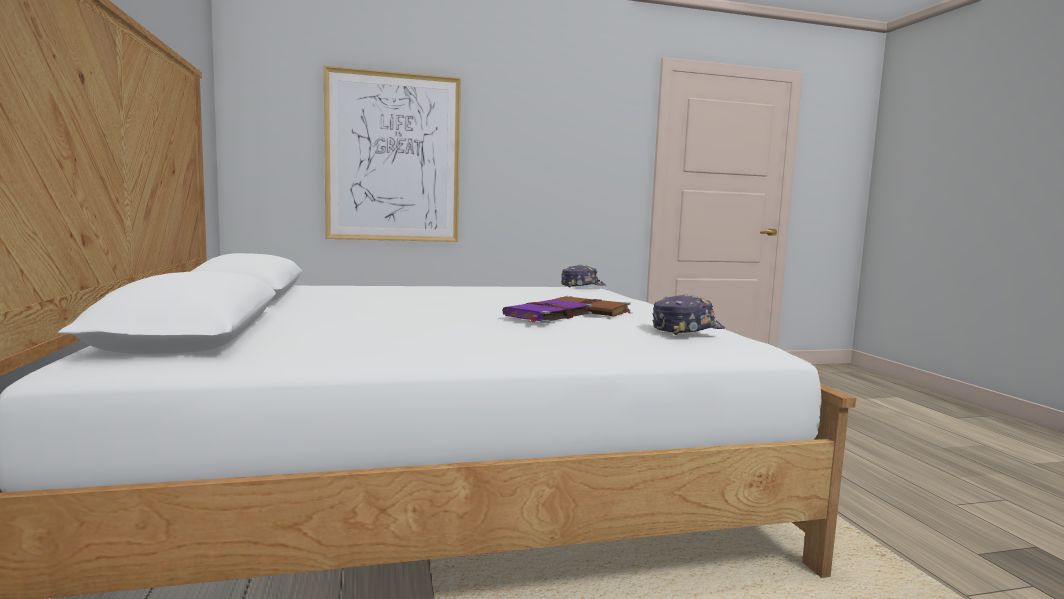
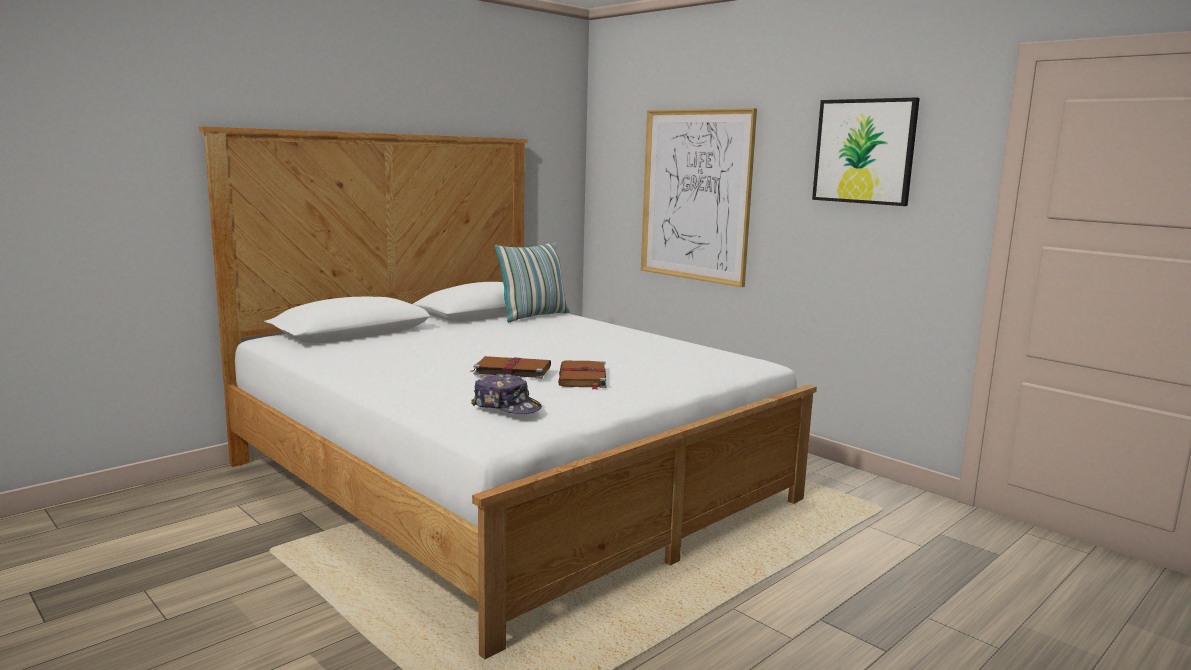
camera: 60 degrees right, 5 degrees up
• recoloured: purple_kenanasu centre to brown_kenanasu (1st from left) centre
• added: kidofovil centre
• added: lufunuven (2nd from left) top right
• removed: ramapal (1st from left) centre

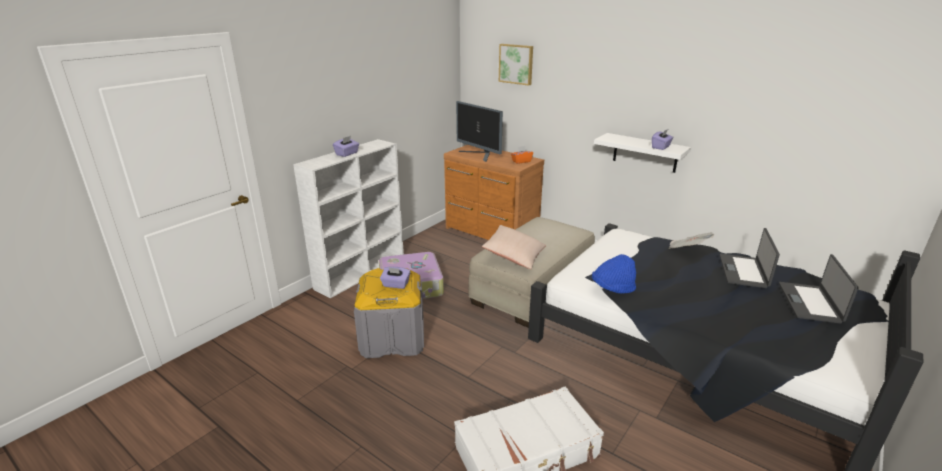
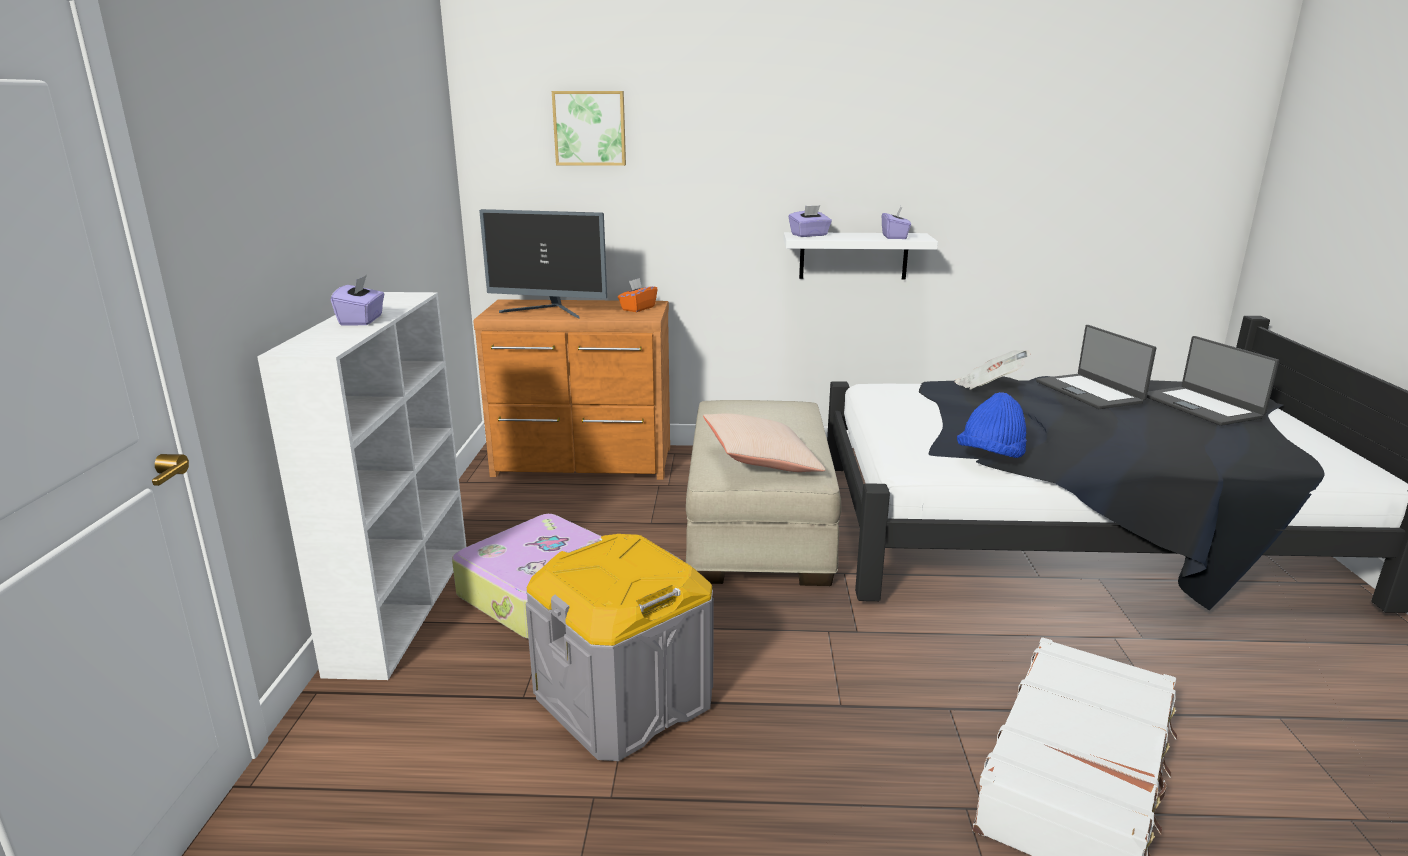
camera: 35 degrees left, 5 degrees down
• moved: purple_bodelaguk (2nd from left) centre to top centre

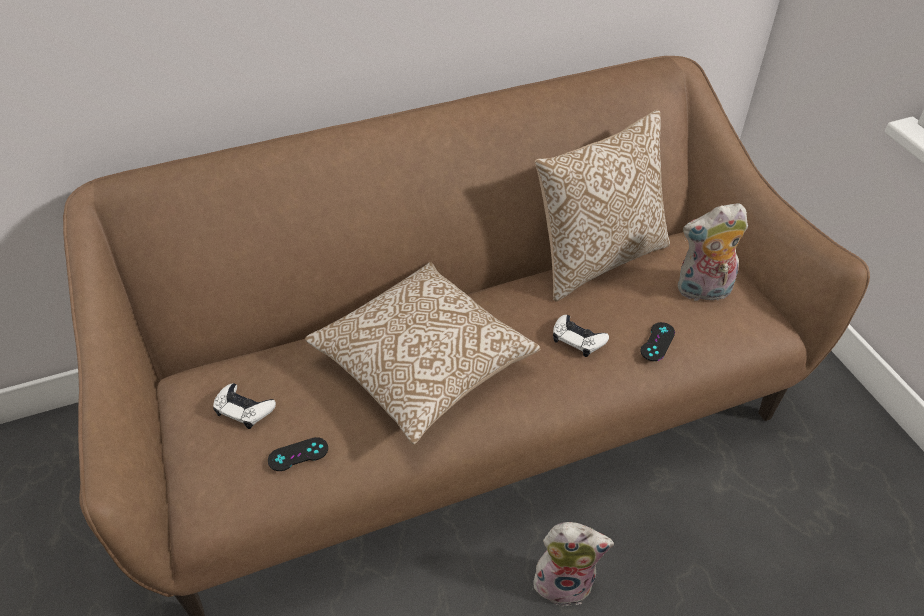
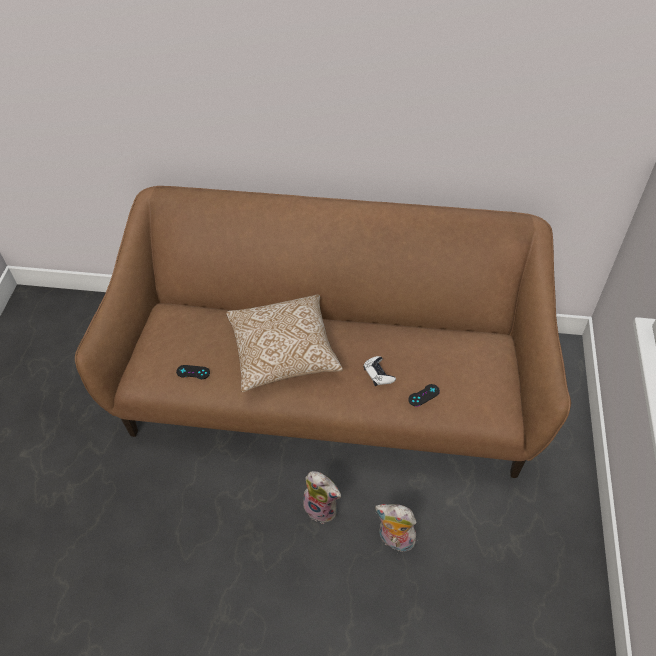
camera: 30 degrees right, 5 degrees up
• moved: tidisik (2nd from left) middle right to bottom centre
• removed: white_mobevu (1st from left) middle left
• removed: kidofovil (2nd from left) centre

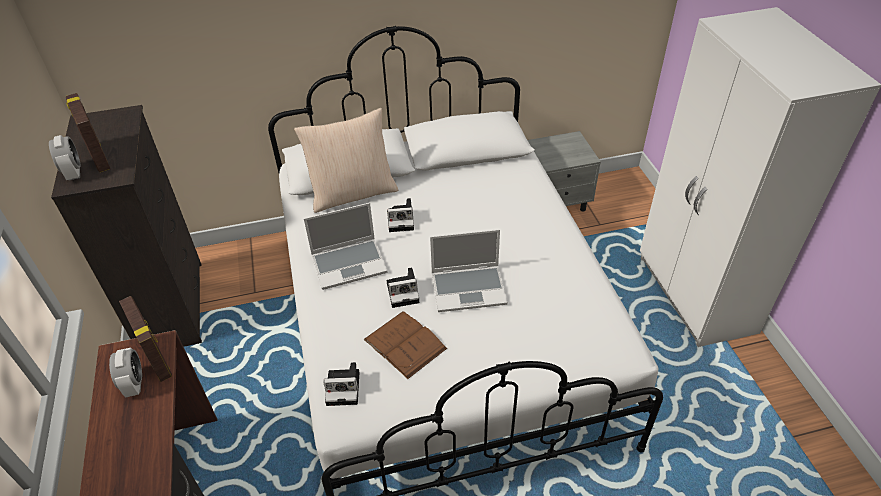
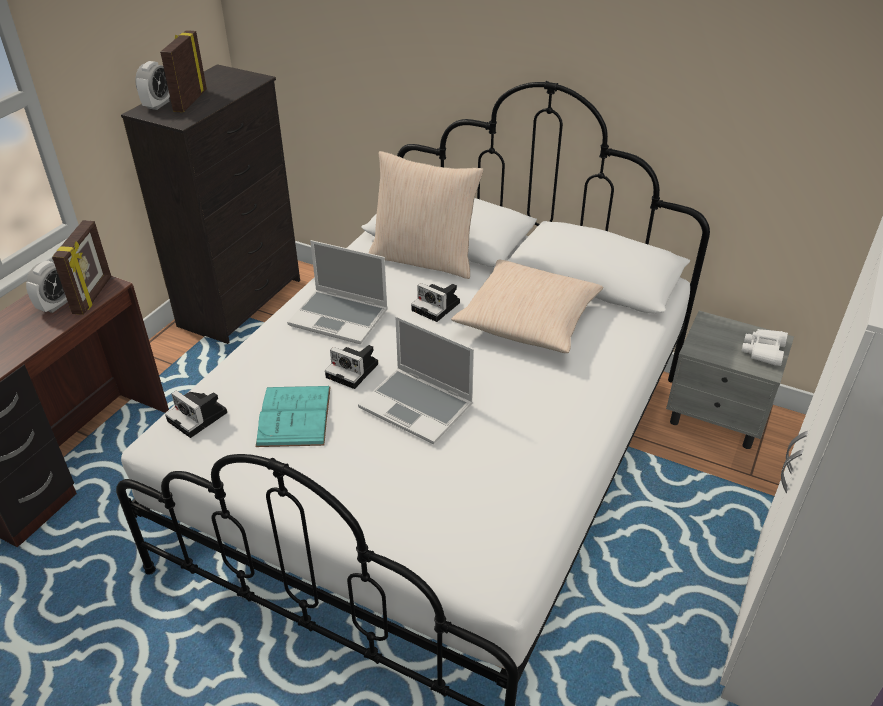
camera: 40 degrees right, 5 degrees down
• recoloured: brown_kenanasu bottom centre to turquoise_kenanasu middle left
• added: beige_kidofovil (2nd from left) centre
• added: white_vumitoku middle right

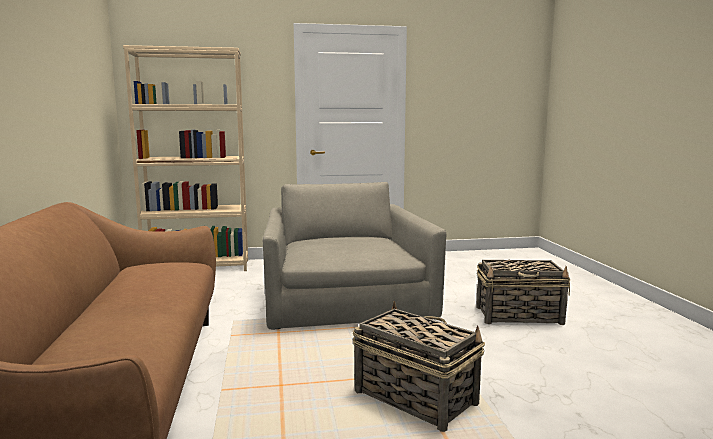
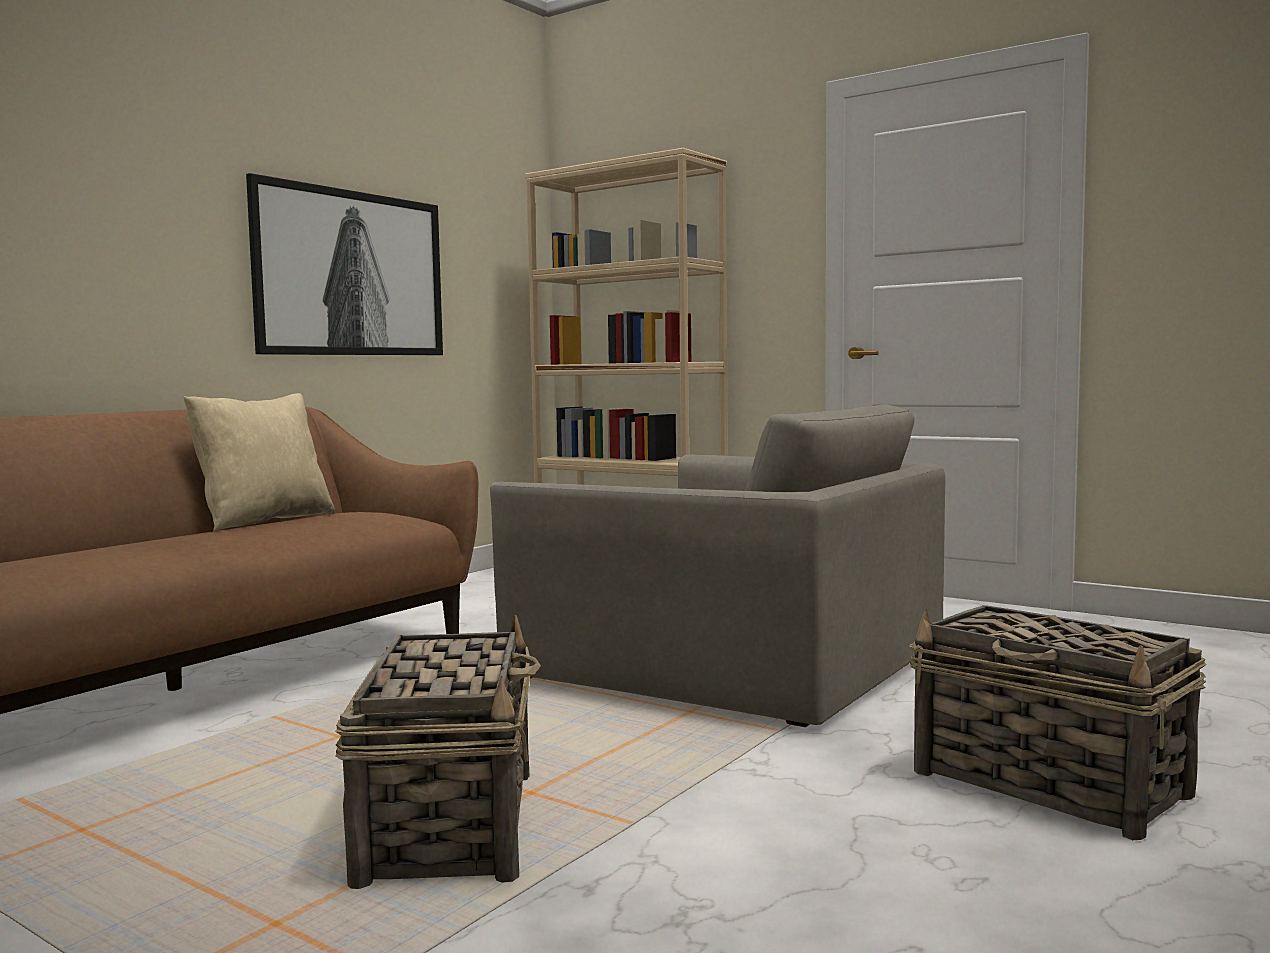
camera: 45 degrees right, 5 degrees down
• added: beige_kidofovil middle left
• added: lufunuven top left
• turned: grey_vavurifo centre = centre 90 degrees clockwise

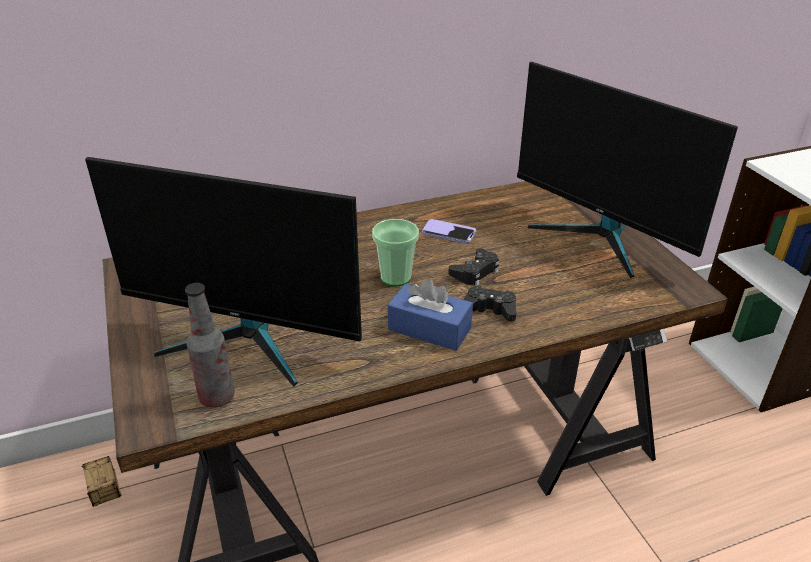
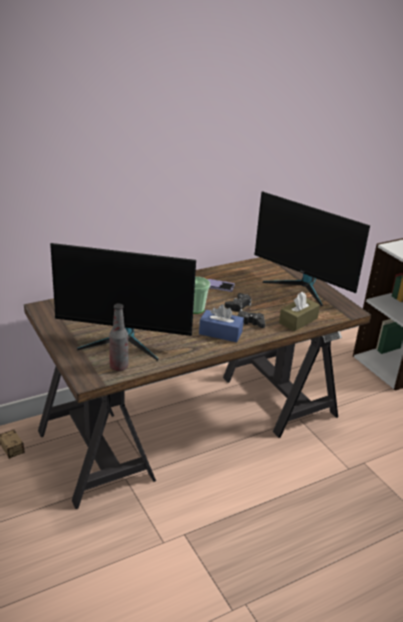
camera: 10 degrees left, 5 degrees down
• added: brown_bodelaguk middle right

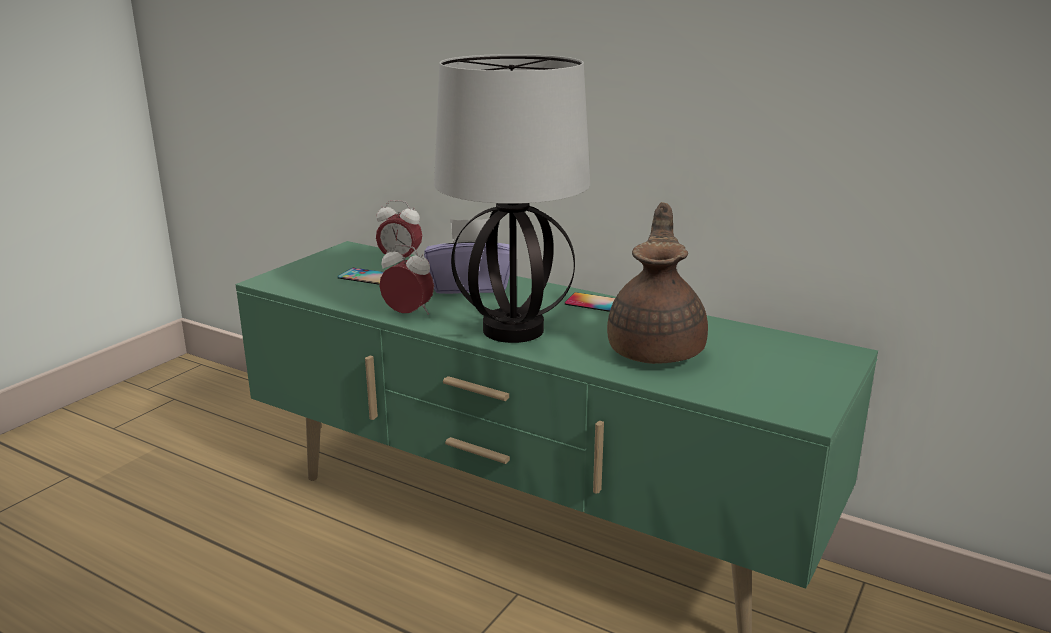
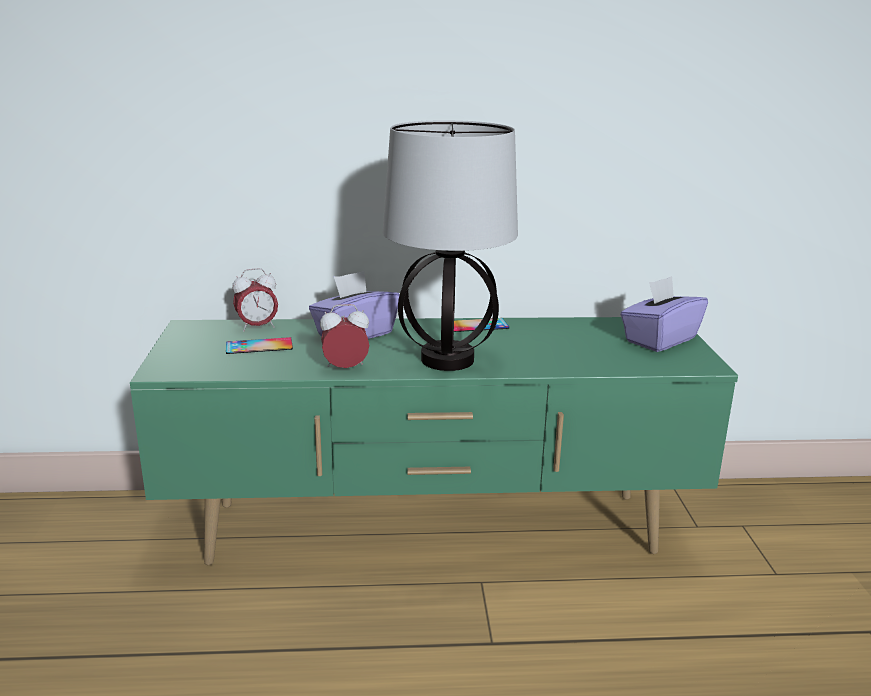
camera: 35 degrees left, 0 degrees up
• added: purple_bodelaguk (2nd from left) middle right
• removed: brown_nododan centre

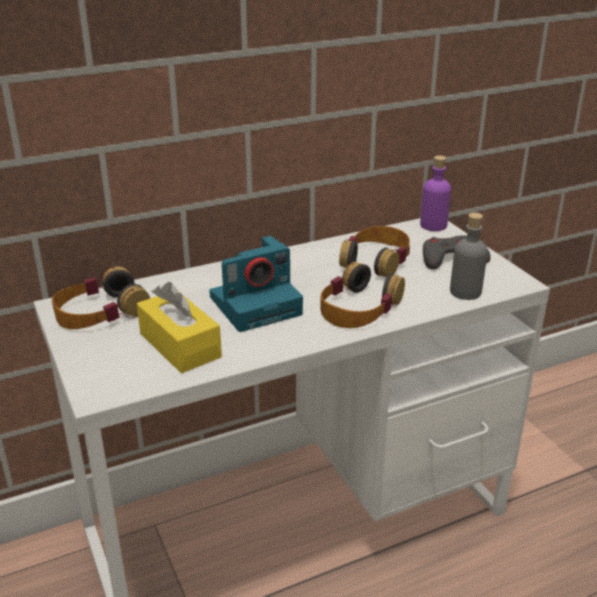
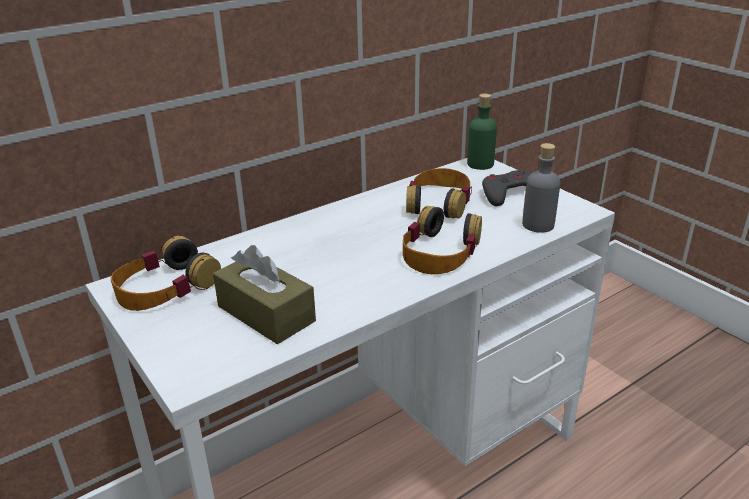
camera: 10 degrees left, 0 degrees up
• recoloured: yellow_bodelaguk middle left to brown_bodelaguk centre
• recoloured: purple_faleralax top right to green_faleralax top centre
• removed: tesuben centre

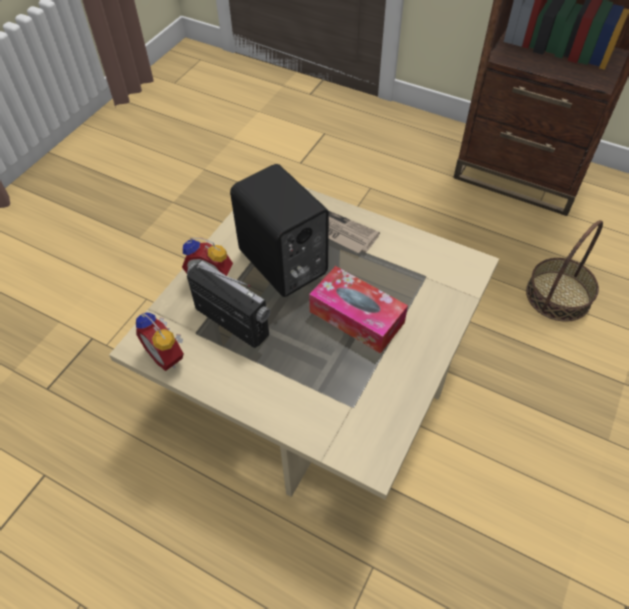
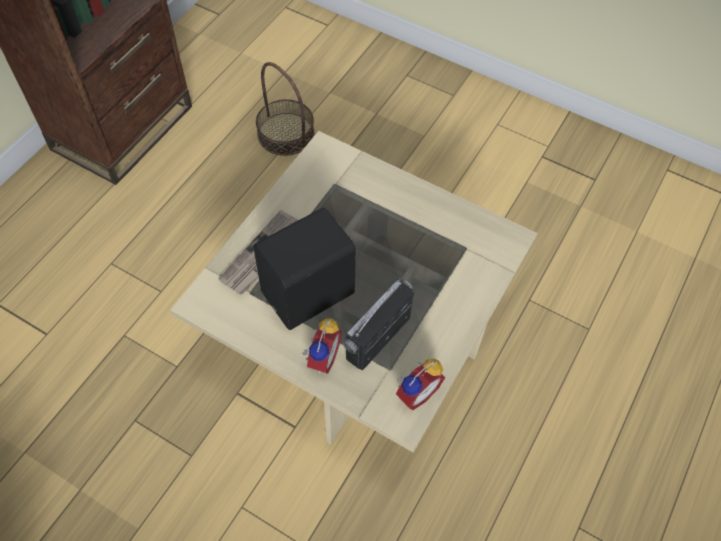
camera: 90 degrees left, 5 degrees up
• removed: bodelaguk centre

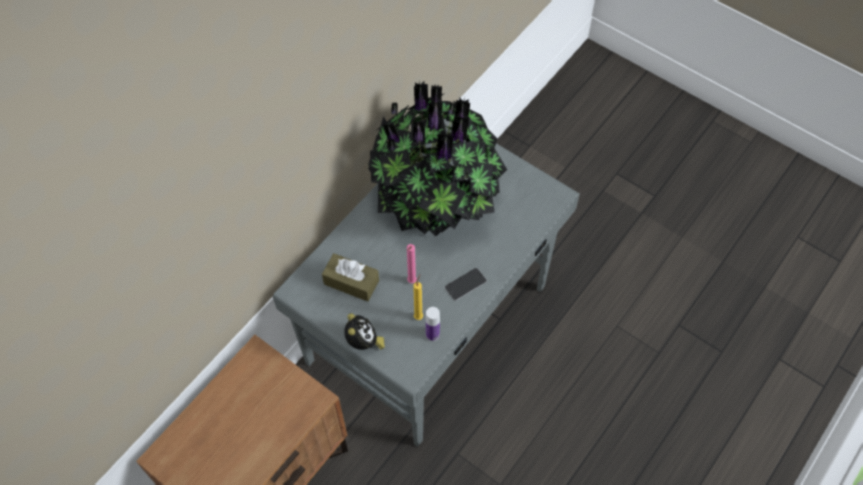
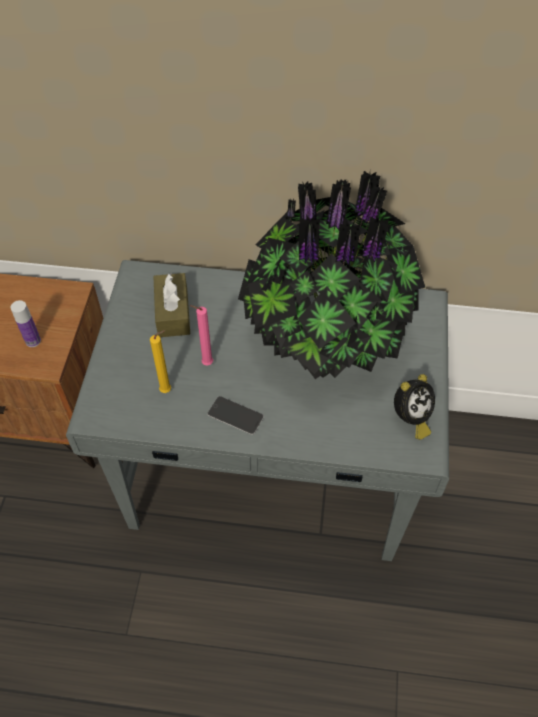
camera: 60 degrees right, 5 degrees down
• moved: faleralax bottom centre to middle left
• moved: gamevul bottom centre to middle right

